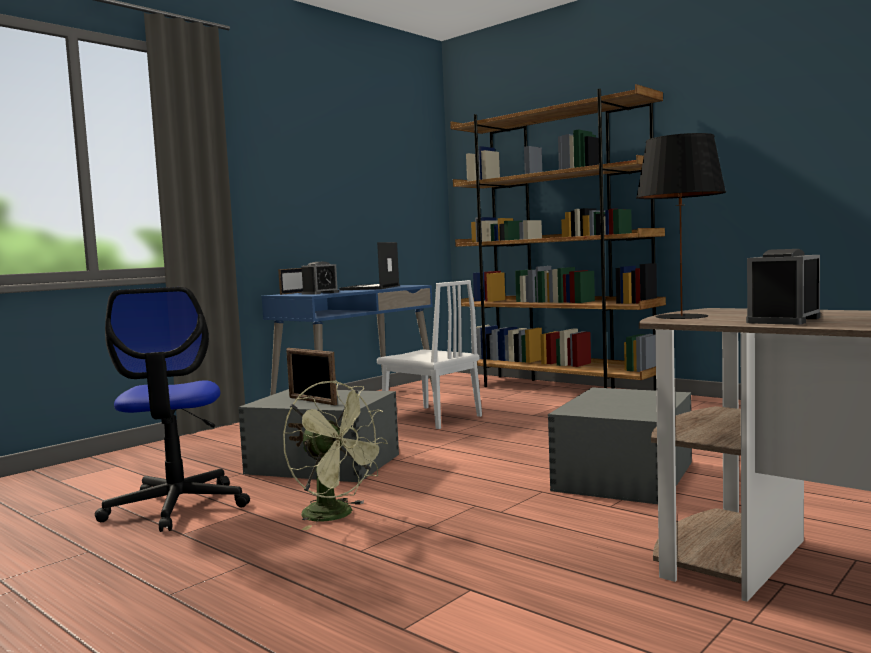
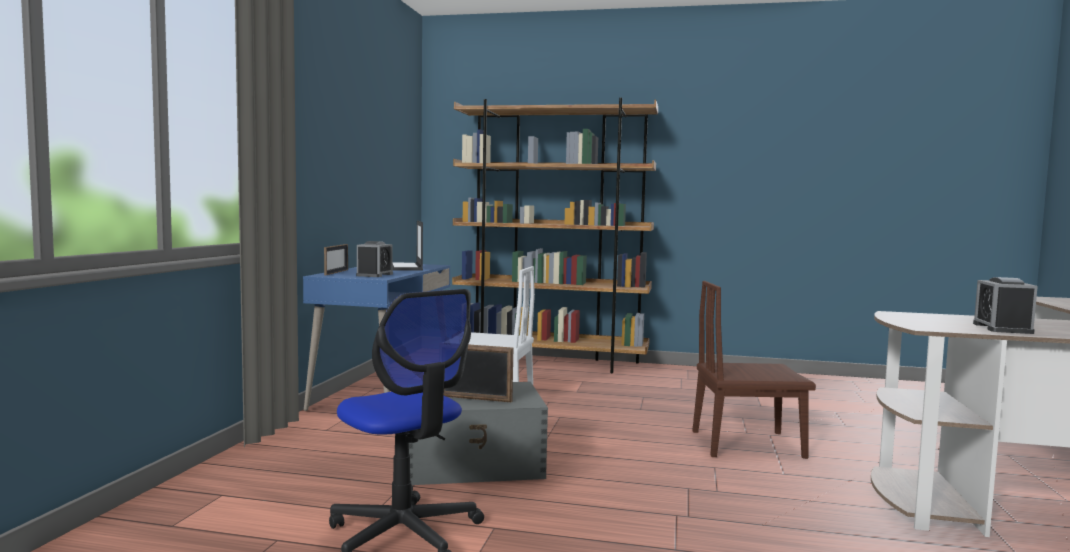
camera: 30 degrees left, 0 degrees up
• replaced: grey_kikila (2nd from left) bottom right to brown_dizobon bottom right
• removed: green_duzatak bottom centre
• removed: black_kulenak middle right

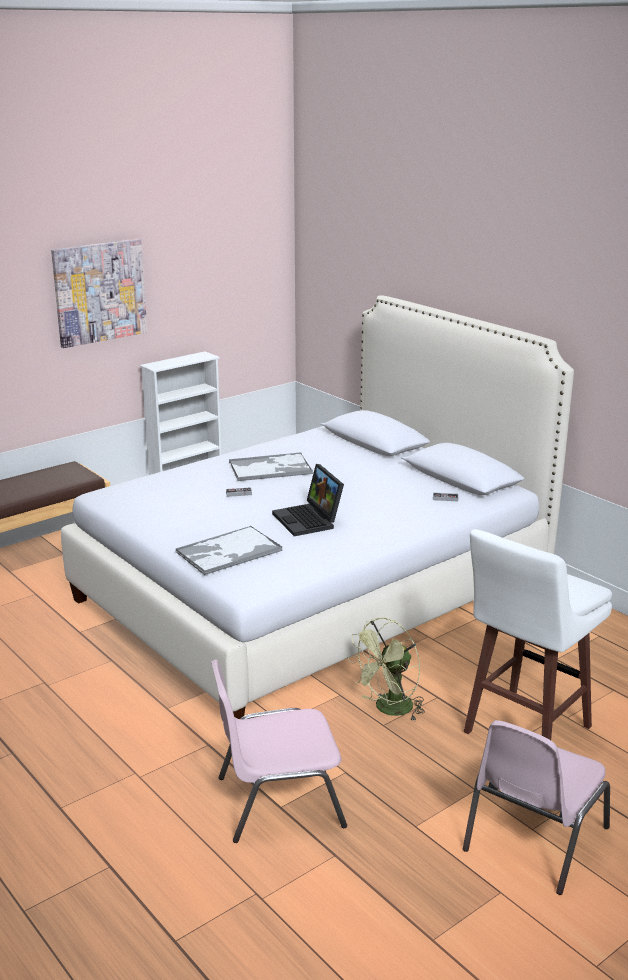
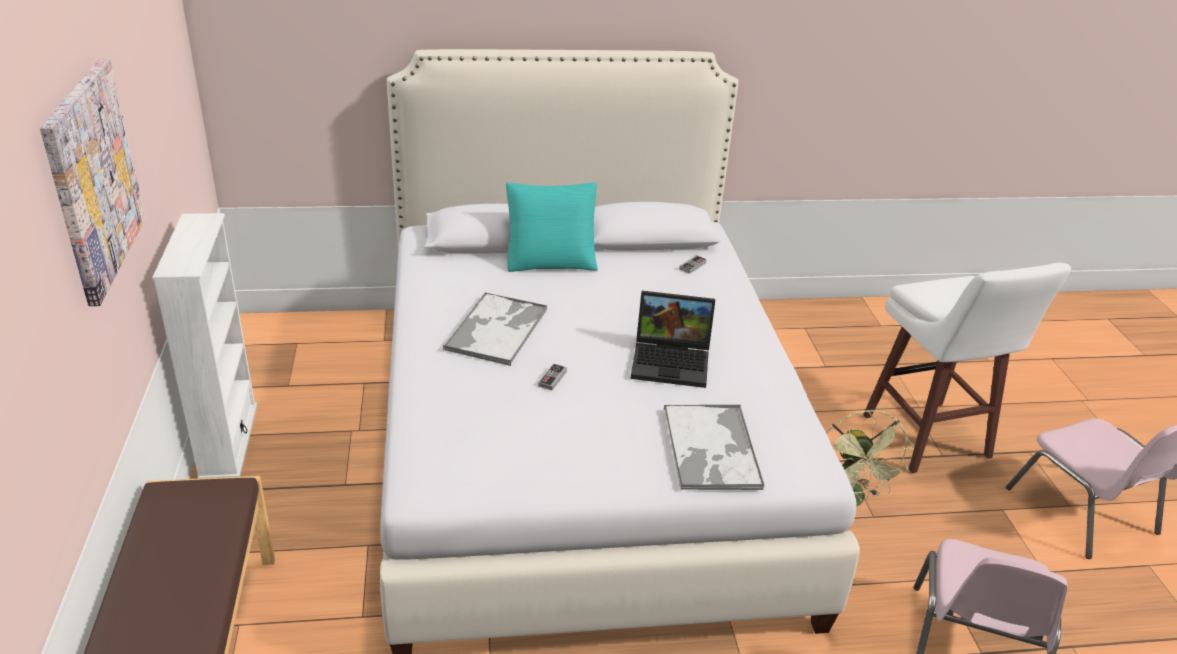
camera: 60 degrees left, 10 degrees up
• added: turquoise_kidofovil centre

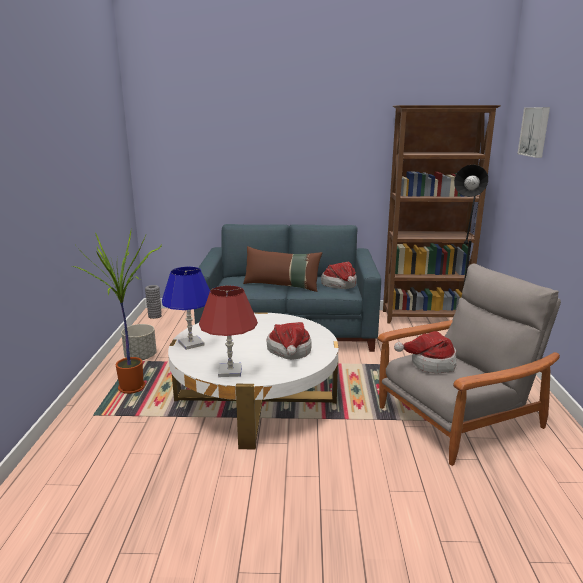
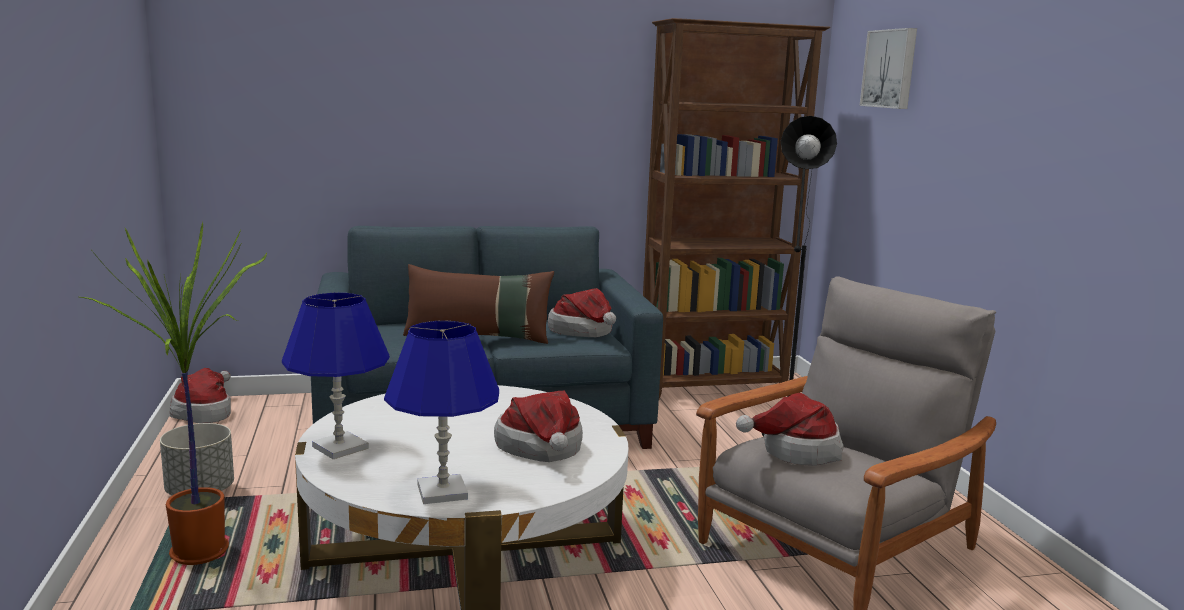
camera: 15 degrees left, 5 degrees down
• replaced: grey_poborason middle left to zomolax (1st from left) middle left
• recoloured: red_kulenak centre to blue_kulenak (2nd from left) bottom centre

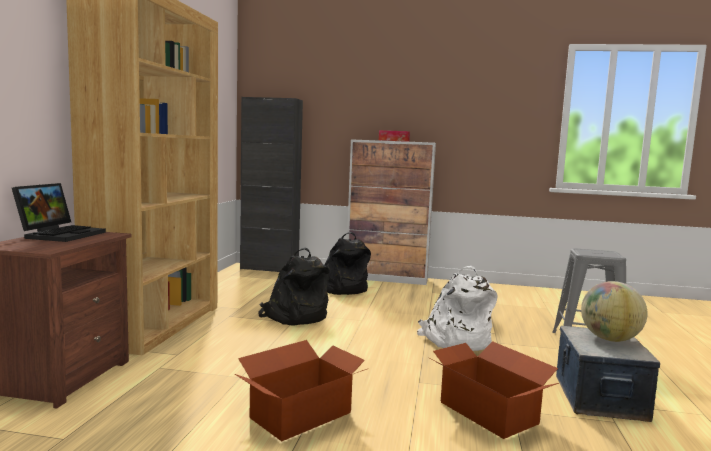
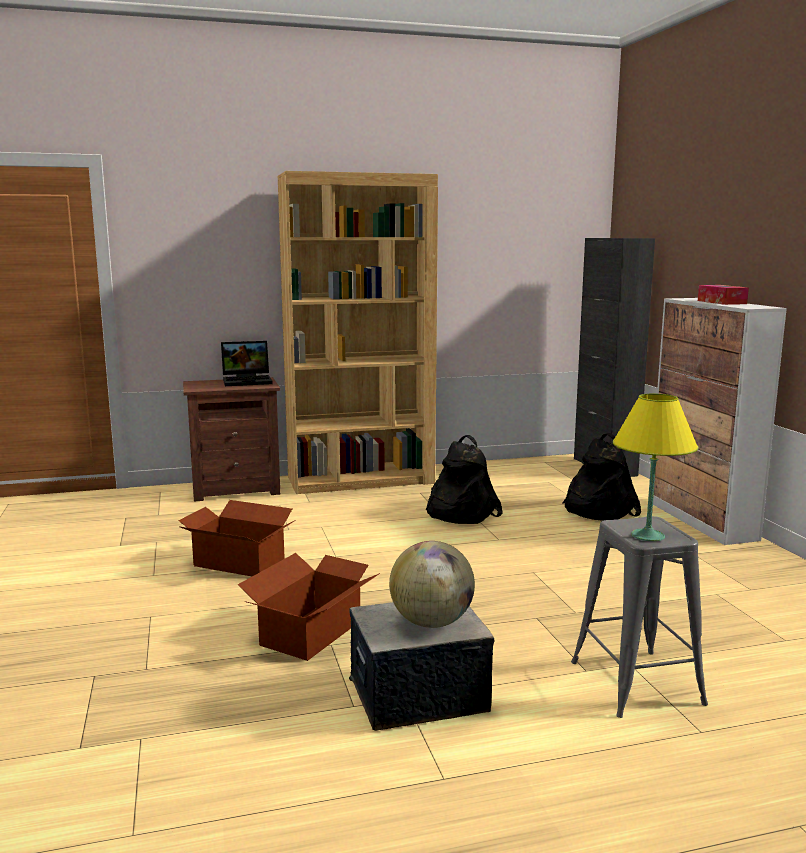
camera: 65 degrees right, 5 degrees up
• added: yellow_kulenak middle right
• removed: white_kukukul bottom centre

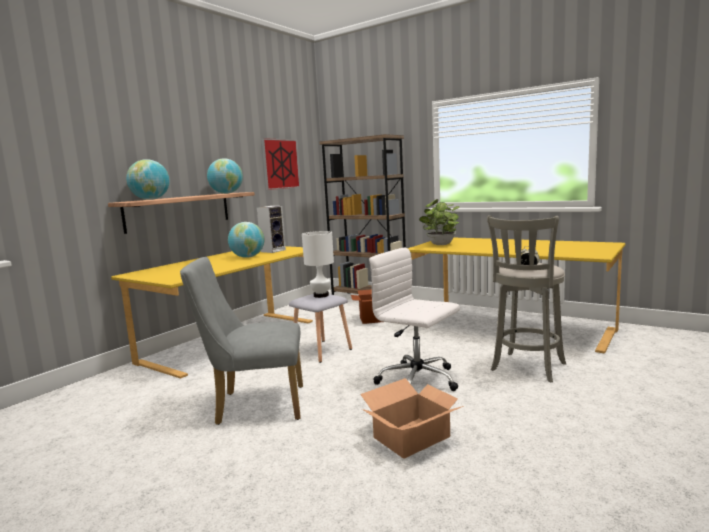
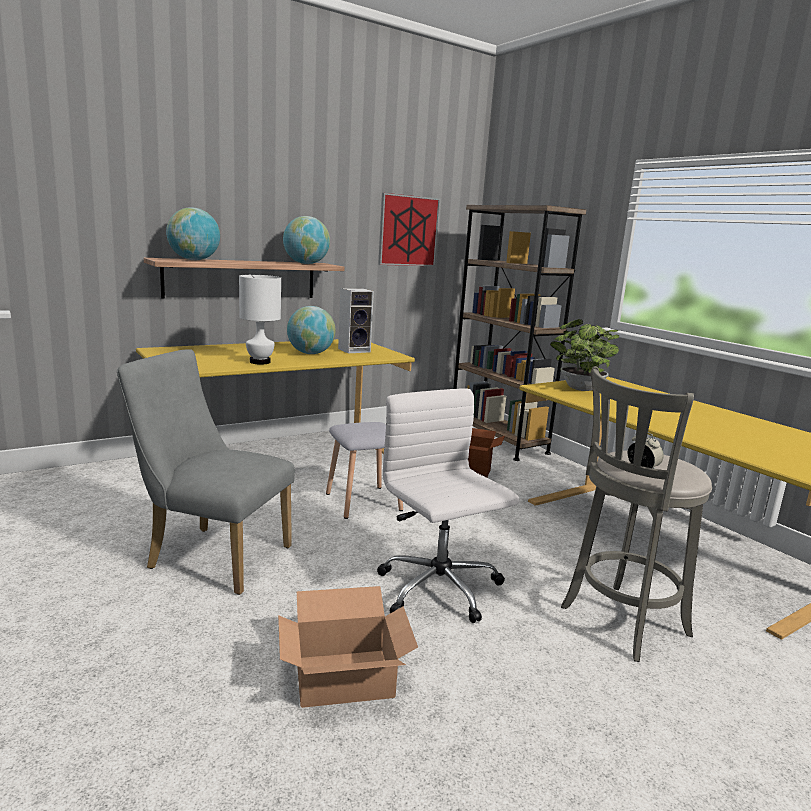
camera: 20 degrees right, 5 degrees up
• moved: white_kulenak centre to middle left

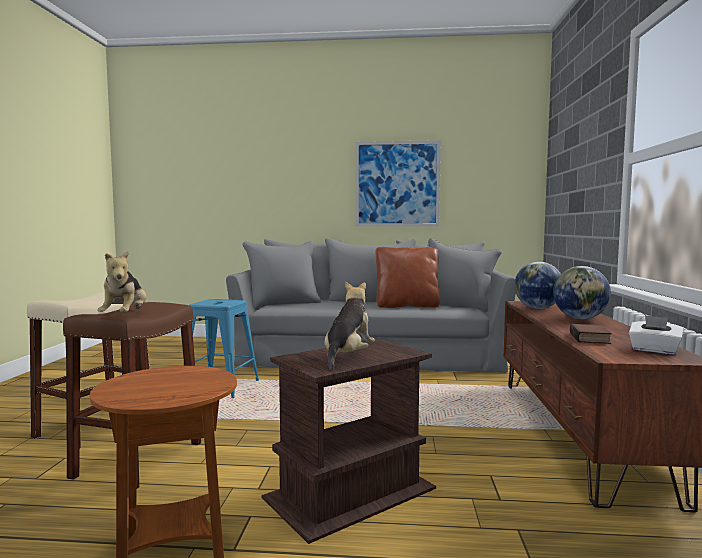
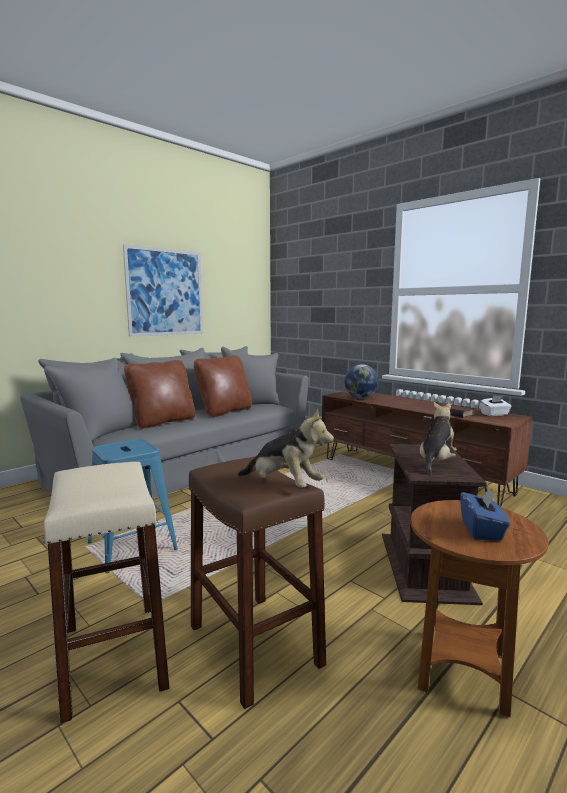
camera: 50 degrees left, 5 degrees up
• added: brown_kidofovil (1st from left) middle left
• turned: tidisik (2nd from left) centre = middle right 60 degrees clockwise
• added: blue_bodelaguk middle right
• removed: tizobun (2nd from left) middle right

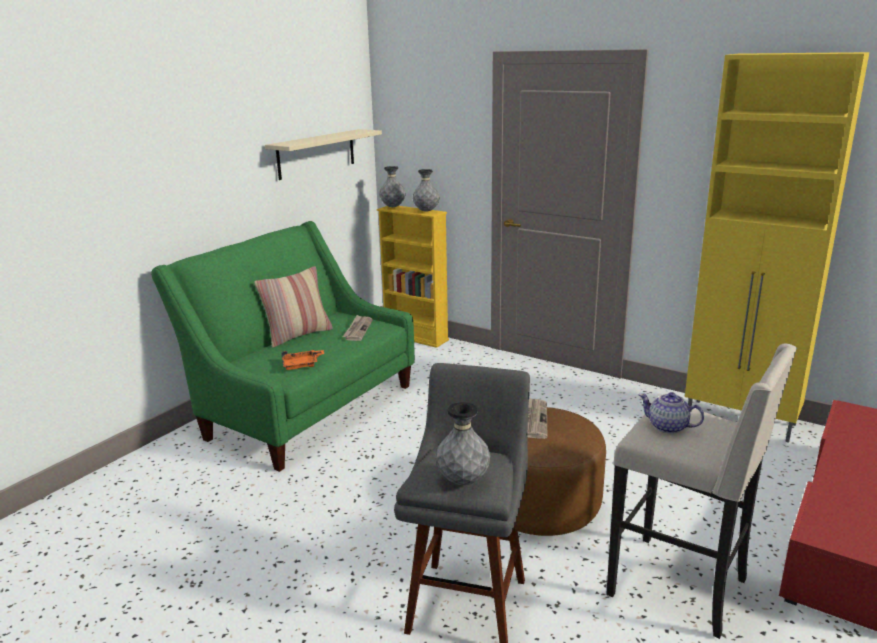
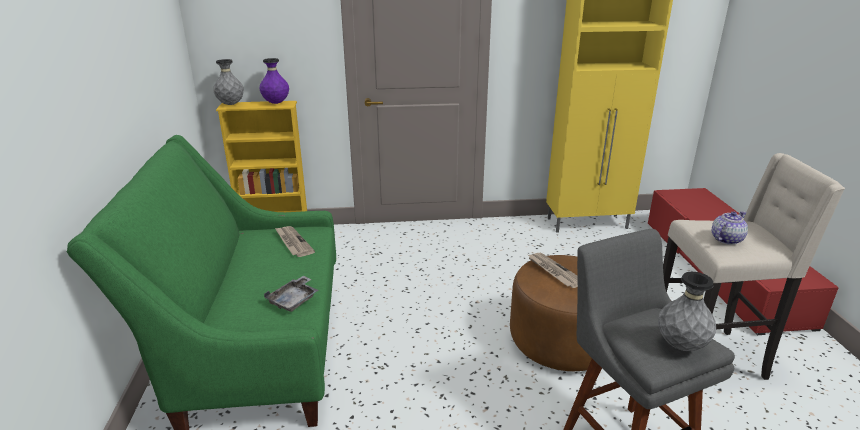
camera: 40 degrees left, 5 degrees up
• recoloured: grey_poborason (2nd from left) top centre to purple_poborason top left
• recoloured: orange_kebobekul centre to grey_kebobekul bottom centre
• turned: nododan middle right = middle right 150 degrees clockwise
• removed: kidofovil centre
• removed: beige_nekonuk top centre

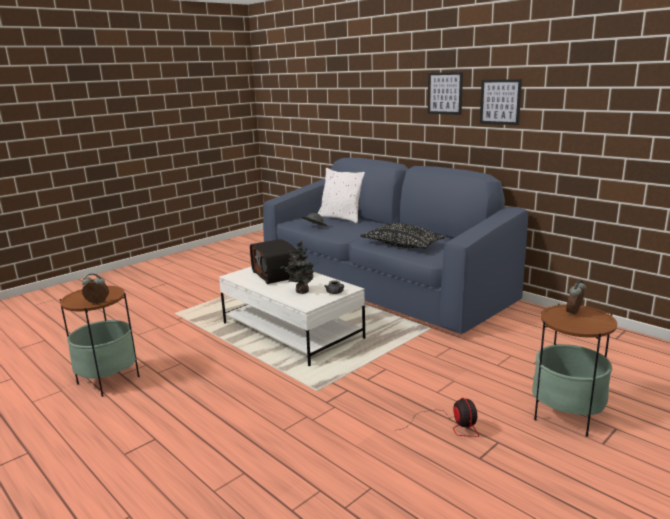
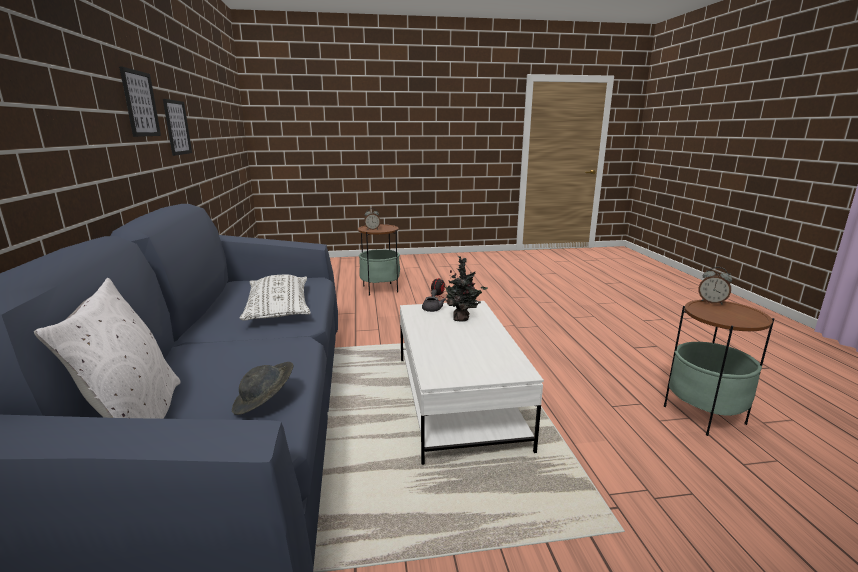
camera: 145 degrees left, 0 degrees up
• moved: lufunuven (1st from left in the first image) top centre to lufunuven (2nd from left) top left
• recoloured: black_kidofovil centre to white_kidofovil (2nd from left) middle left
• removed: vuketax centre

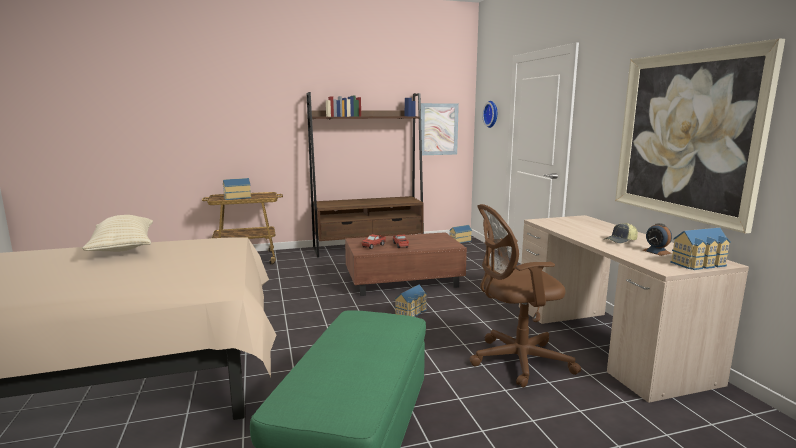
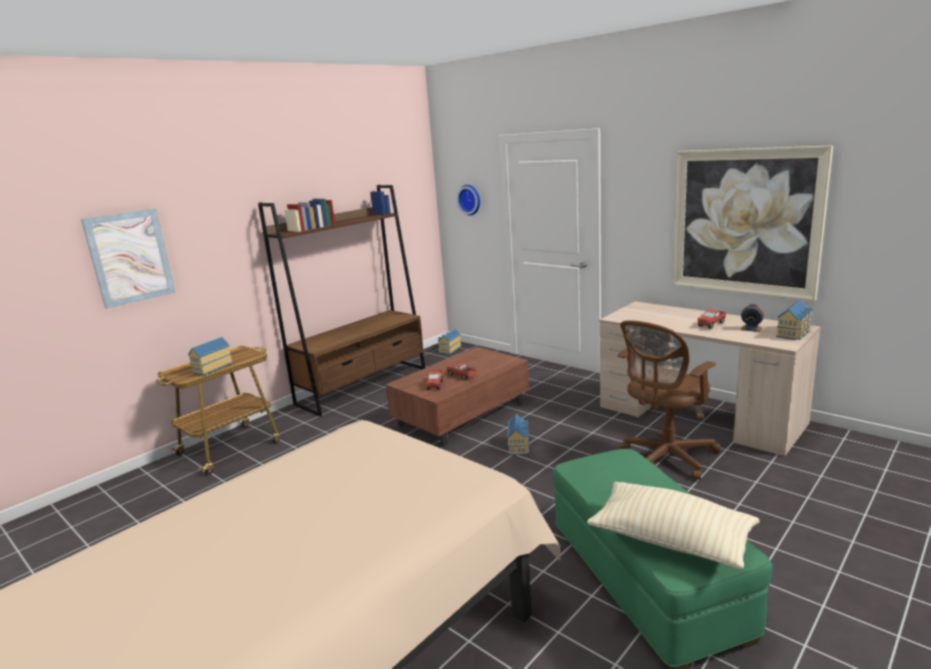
camera: 30 degrees left, 5 degrees up
• moved: lufunuven (1st from left) top centre to middle left
• moved: beige_kidofovil middle left to bottom right
• replaced: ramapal middle right to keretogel (3rd from left) middle right

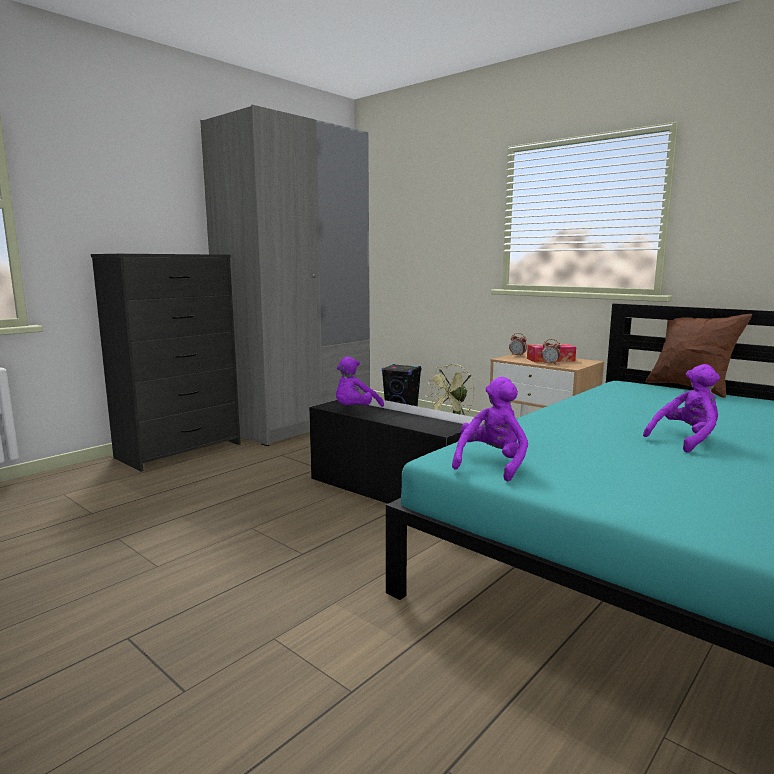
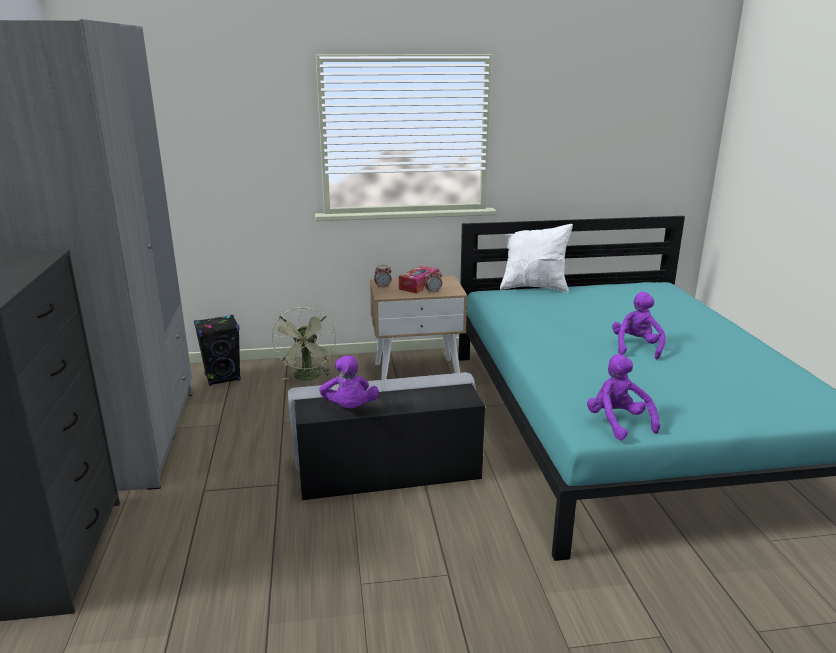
camera: 50 degrees left, 10 degrees up
• recoloured: brown_kidofovil middle right to white_kidofovil centre

